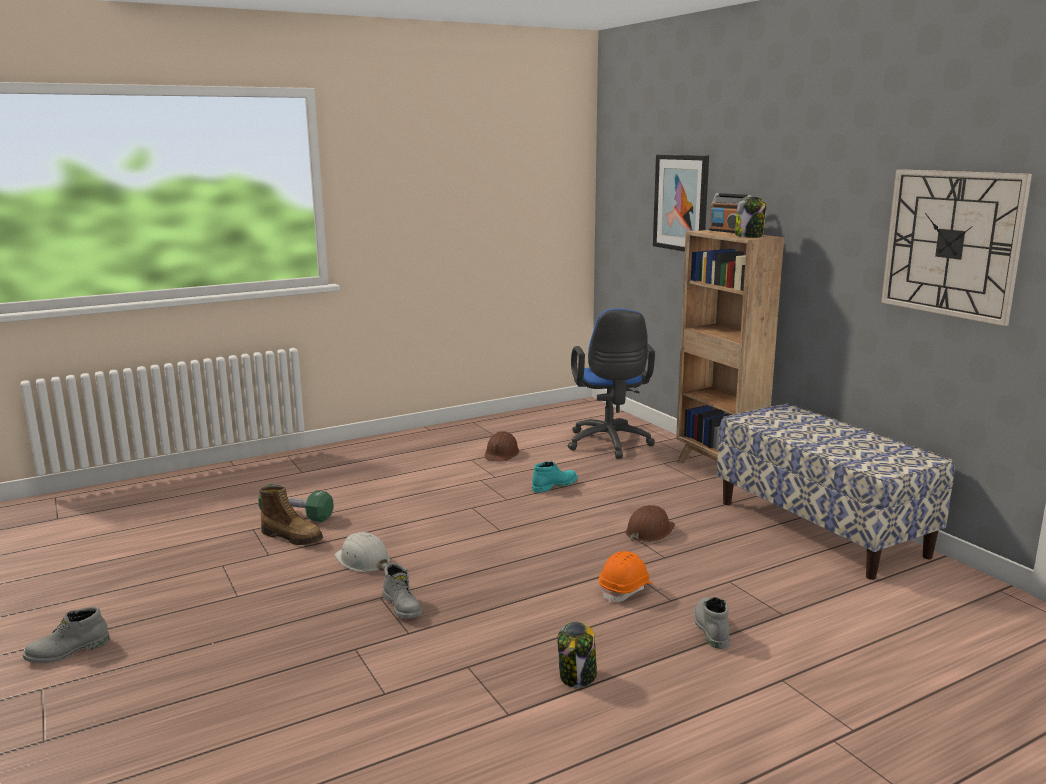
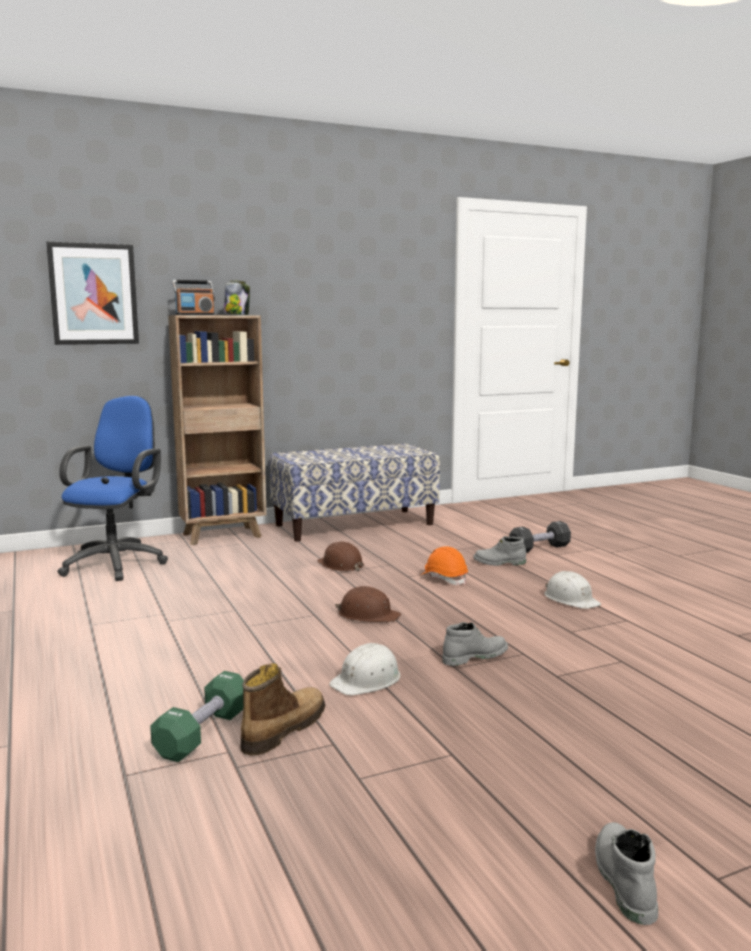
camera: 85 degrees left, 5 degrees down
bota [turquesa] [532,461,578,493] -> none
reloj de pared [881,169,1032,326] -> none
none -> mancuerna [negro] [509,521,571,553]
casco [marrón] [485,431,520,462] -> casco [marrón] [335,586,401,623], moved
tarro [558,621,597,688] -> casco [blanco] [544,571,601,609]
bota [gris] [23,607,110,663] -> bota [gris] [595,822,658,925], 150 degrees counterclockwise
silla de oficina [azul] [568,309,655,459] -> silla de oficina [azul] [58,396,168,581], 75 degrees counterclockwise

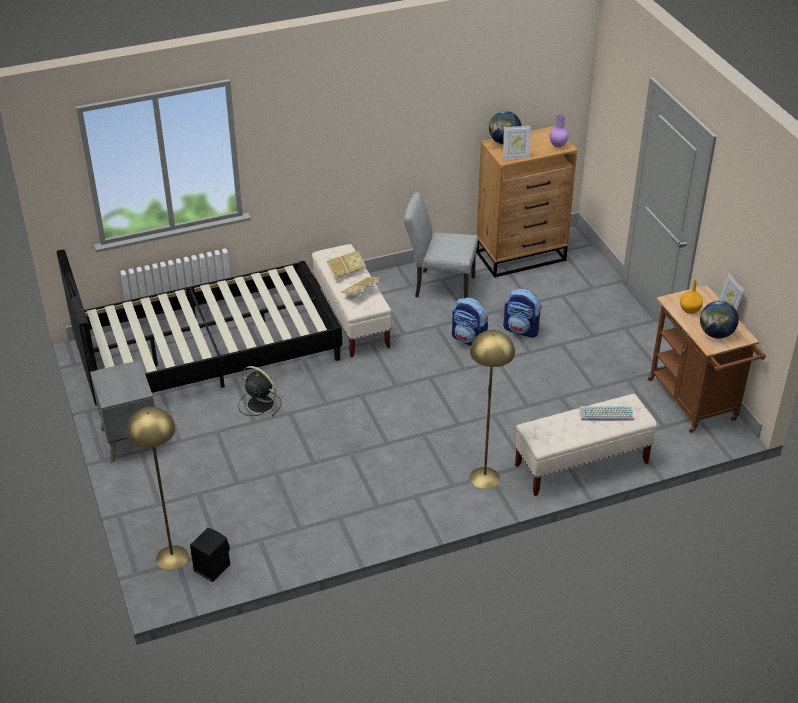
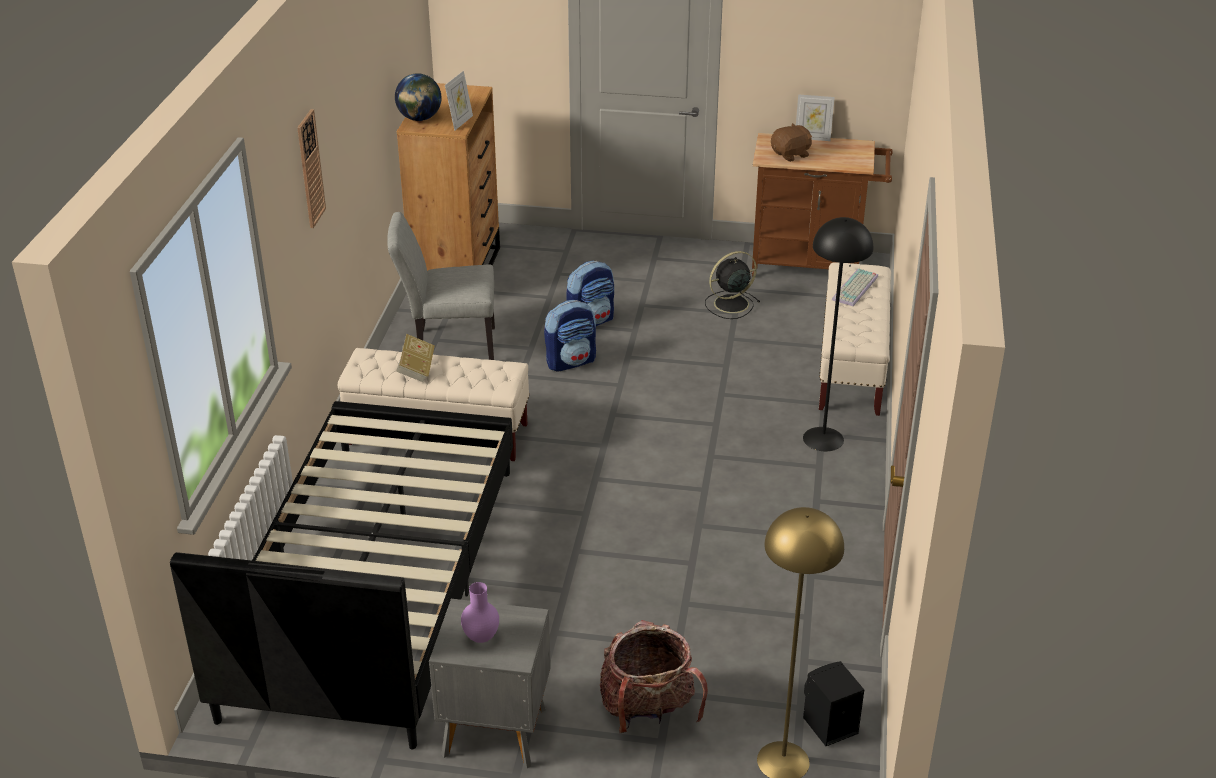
camera: 60 degrees left, 5 degrees down
libro [341,277,380,299] -> none
globo terráqueo [700,301,739,339] -> none
none -> reloj de pared [297,109,326,228]
none -> mochila [600,620,708,733]
ventilador [negro] [238,366,282,417] -> ventilador [negro] [705,251,760,319], moved
florero [morado] [550,115,569,148] -> florero [morado] [461,582,499,643], moved
florero [naranja] [680,280,703,314] -> peluche [marrón] [771,123,812,162]
lámpara de pie [amarillo] [470,330,515,489] -> lámpara de pie [negro] [803,217,873,451]
silla [gris] [404,192,478,298] -> silla [gris] [387,212,495,360], 45 degrees clockwise

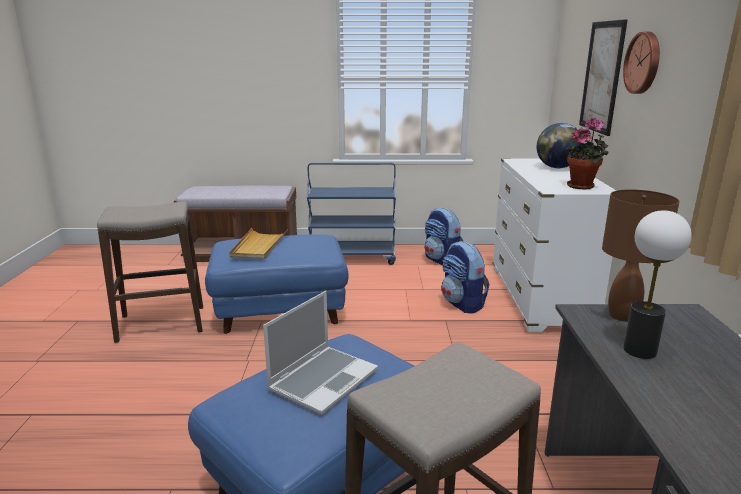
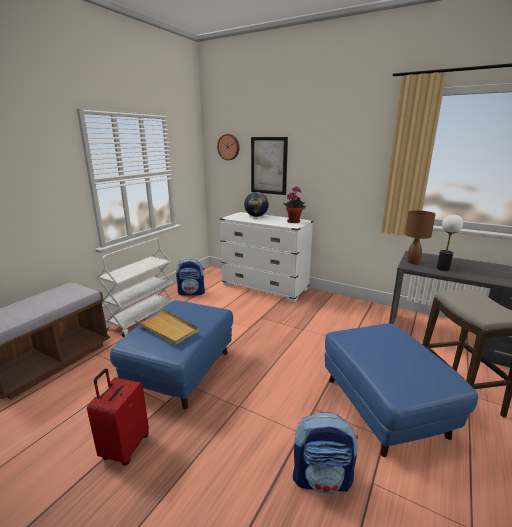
camera: 60 degrees left, 0 degrees up
portátil [263,291,378,415] -> none
mochila [441,241,490,314] -> mochila [293,412,358,494], moved
reloj de pared [623,32,660,94] -> reloj de pared [217,134,240,160], moved
taburete [97,202,203,343] -> maleta [rojo] [87,369,149,465]
carrito [azul] [307,163,396,265] -> carrito [blanco] [97,238,174,337]

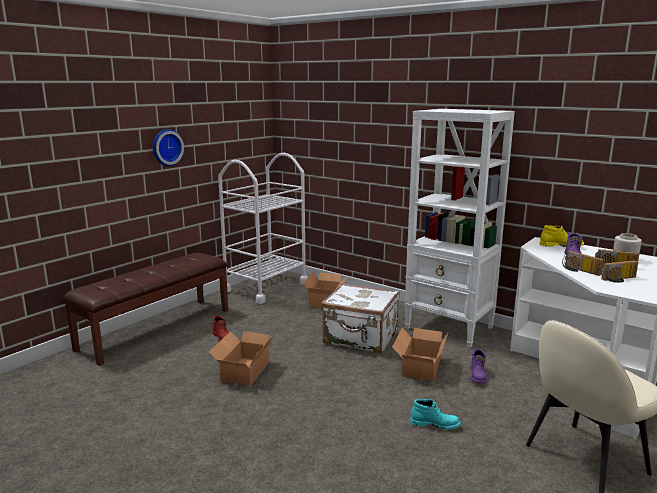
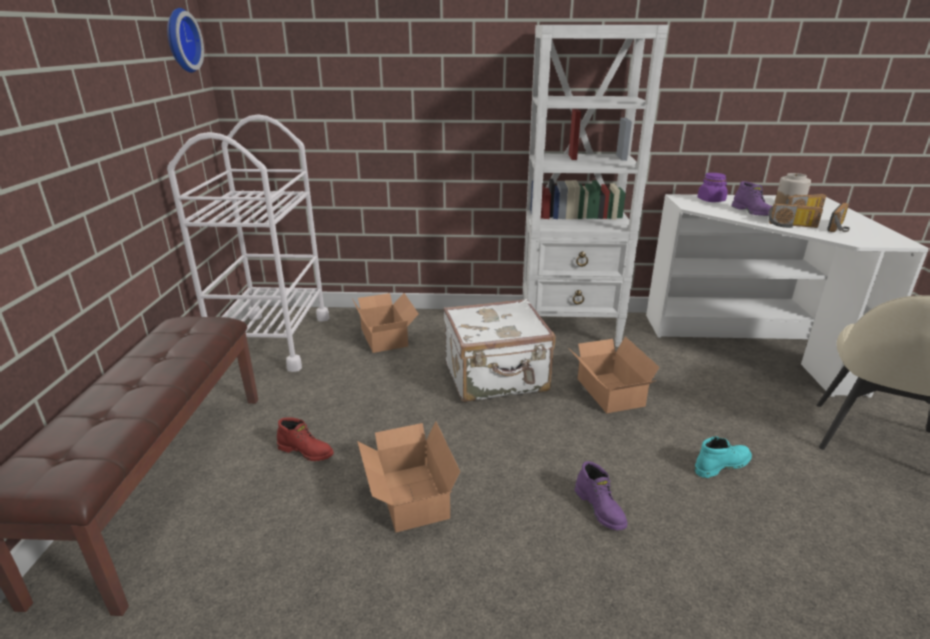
camera: 35 degrees left, 10 degrees up
reloj de pared [153,129,184,166] -> reloj de pared [167,8,204,73], moved
bota [morado] [470,349,487,384] -> bota [morado] [574,461,627,530], moved
bota [amarillo] [540,225,584,247] -> tarro [morado] [697,173,728,202]

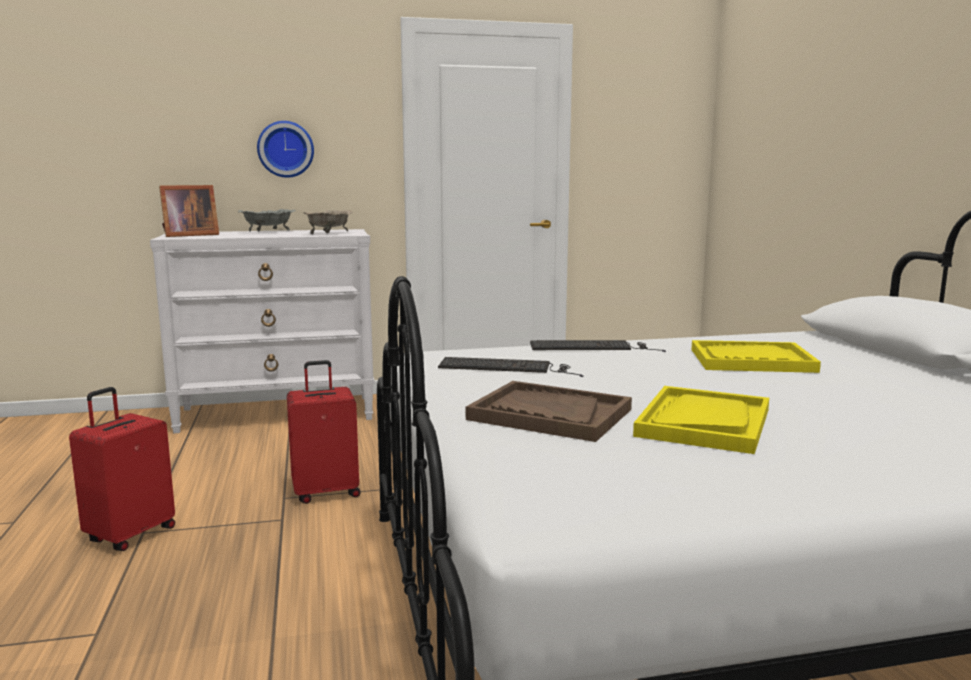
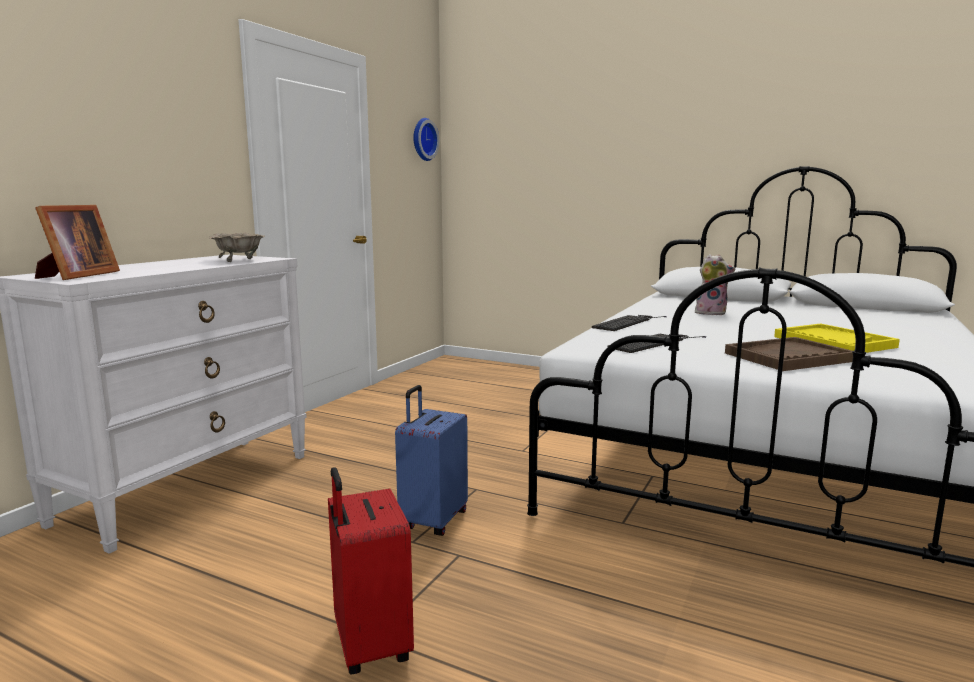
camera: 50 degrees left, 0 degrees up
cuenco [gris] [238,209,295,232] -> none
reloj de pared [257,121,314,178] -> reloj de pared [413,118,439,161], moved
bandeja [amarillo] [691,340,821,373] -> peluche [695,254,735,315]
maleta [rojo] [287,360,361,504] -> maleta [azul] [395,385,468,536]

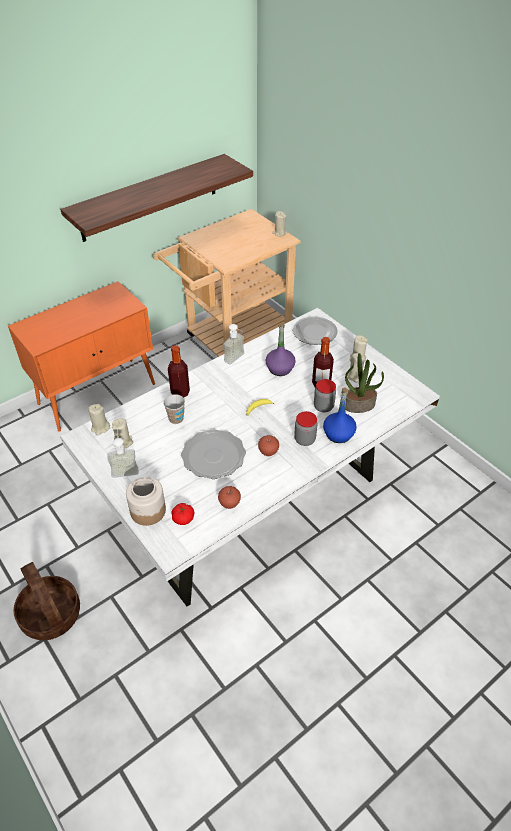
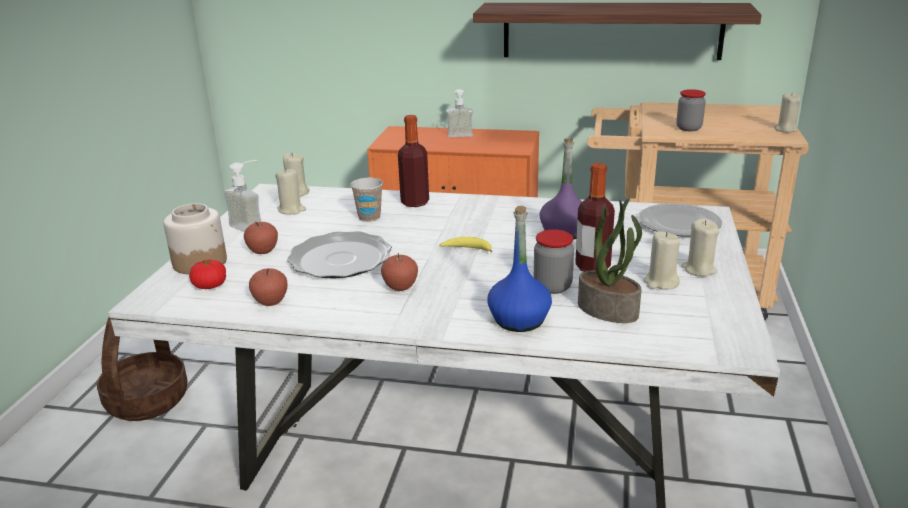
camera: 50 degrees right, 20 degrees down
none -> manzana [244,222,278,254]
dispensador de jabón [223,324,244,365] -> dispensador de jabón [447,89,473,137], moved
tarro [294,411,317,446] -> tarro [676,89,706,131], moved

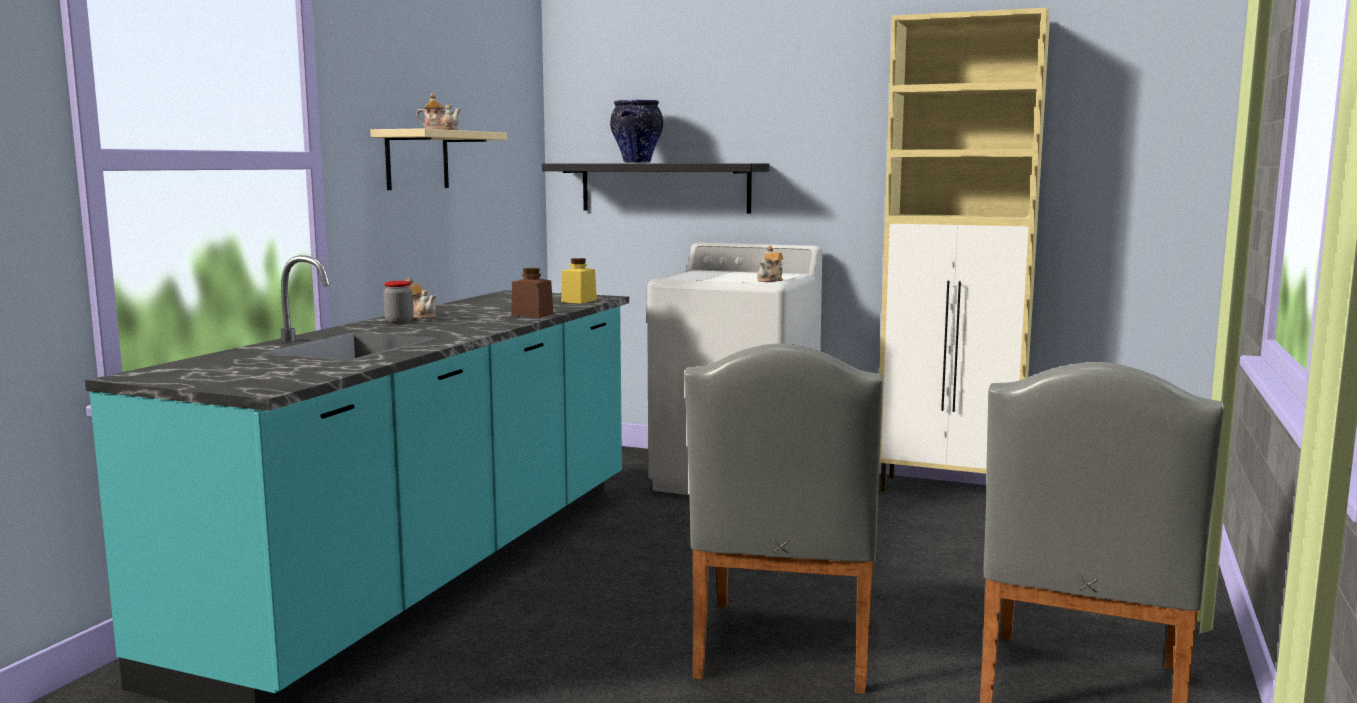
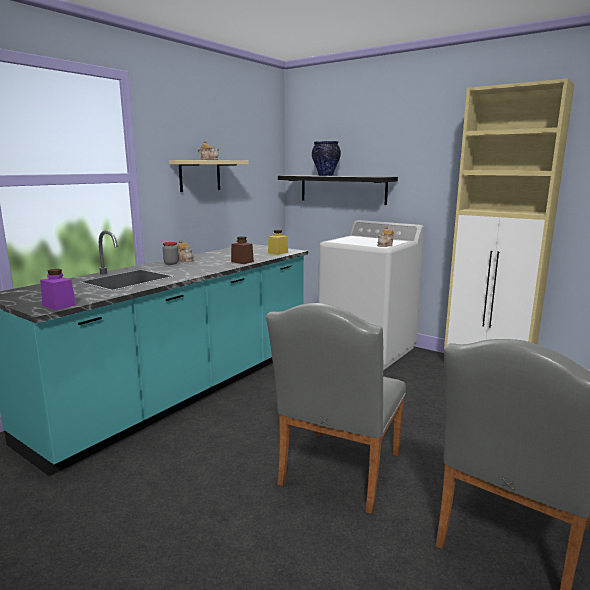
camera: 15 degrees right, 5 degrees up
none -> tarro [morado] [40,269,76,310]

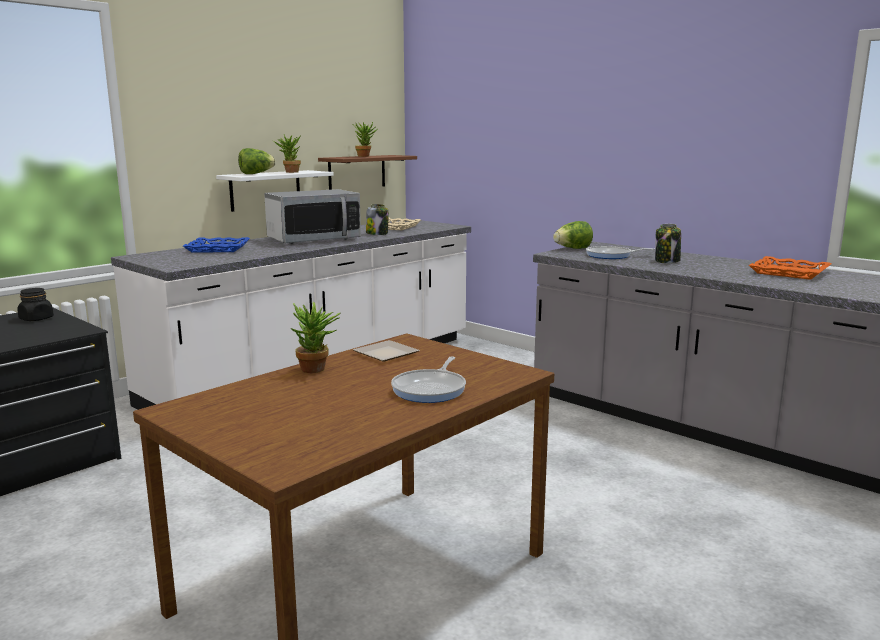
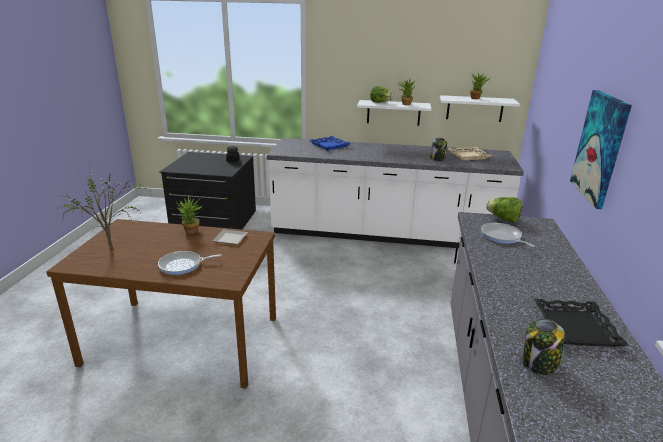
camera: 55 degrees right, 10 degrees up
microondas [264,189,361,244] -> none
none -> planta en maceta [55,165,154,251]
none -> cuadro [570,90,632,209]
tarro [655,224,681,263] -> tarro [523,319,565,375], moved
estante [marrón] [318,155,417,190] -> estante [blanco] [440,95,520,122]
bandeja [naranja] [749,256,831,280] -> bandeja [negro] [534,299,629,347]

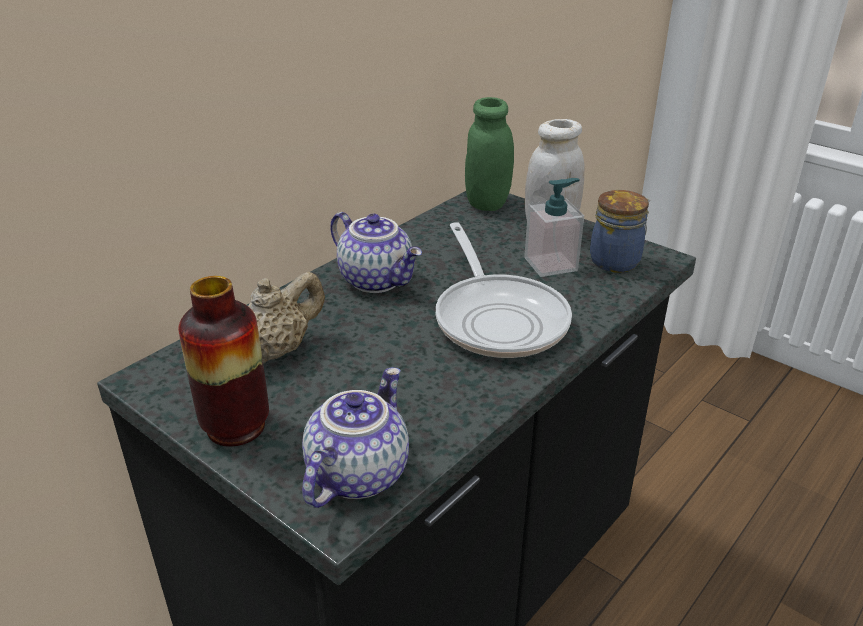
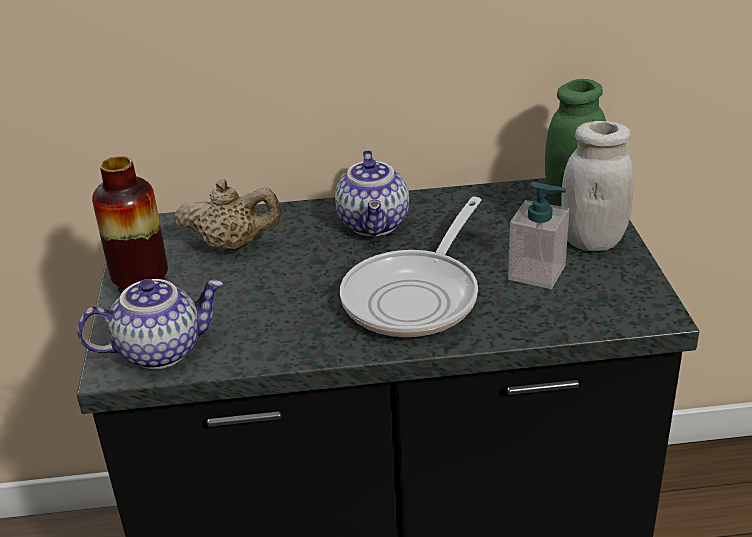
camera: 45 degrees right, 0 degrees up
tarro [590,190,650,272] -> none

